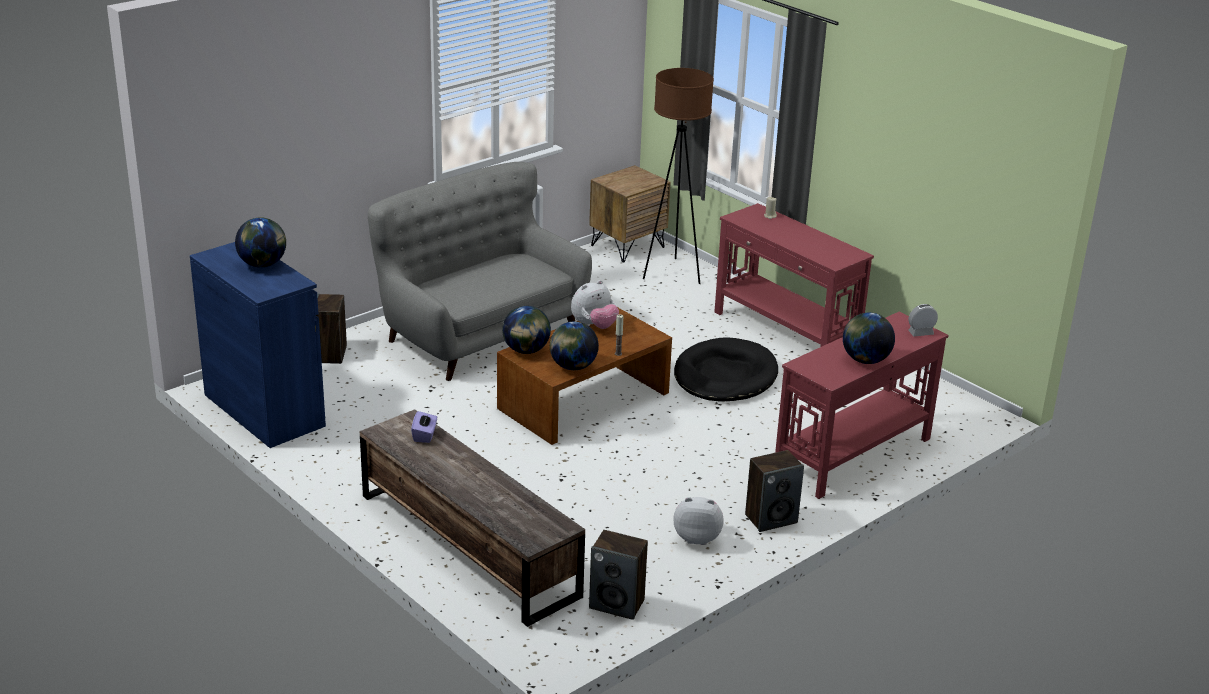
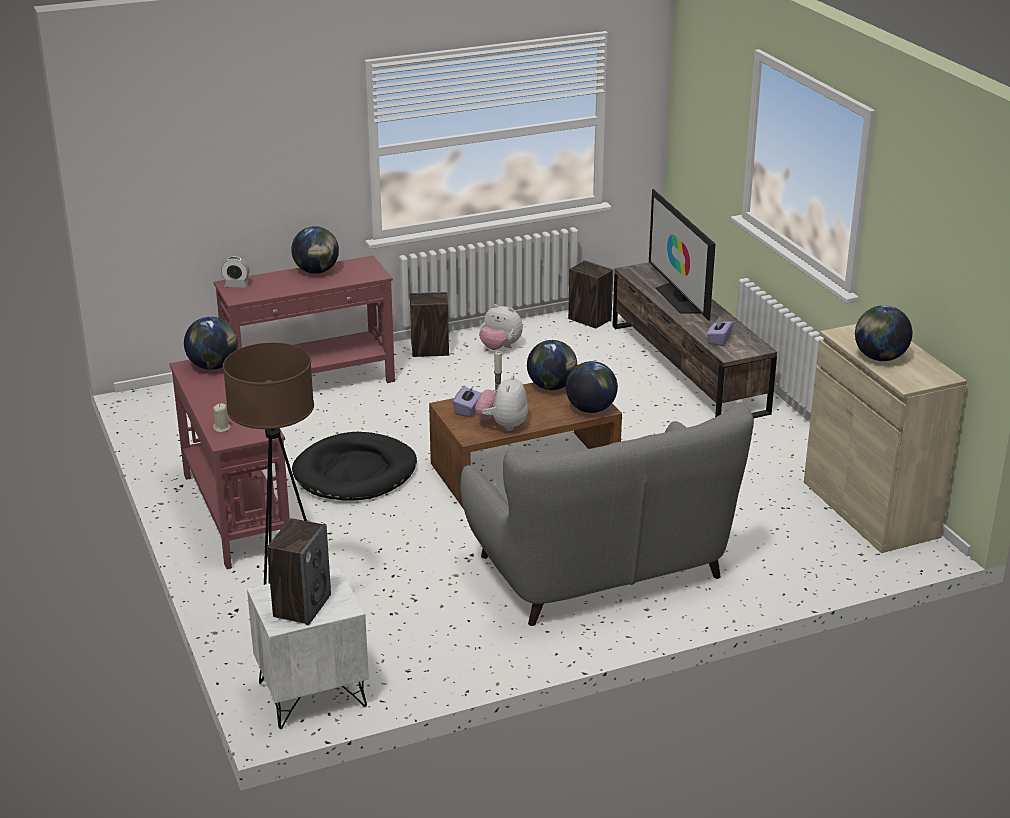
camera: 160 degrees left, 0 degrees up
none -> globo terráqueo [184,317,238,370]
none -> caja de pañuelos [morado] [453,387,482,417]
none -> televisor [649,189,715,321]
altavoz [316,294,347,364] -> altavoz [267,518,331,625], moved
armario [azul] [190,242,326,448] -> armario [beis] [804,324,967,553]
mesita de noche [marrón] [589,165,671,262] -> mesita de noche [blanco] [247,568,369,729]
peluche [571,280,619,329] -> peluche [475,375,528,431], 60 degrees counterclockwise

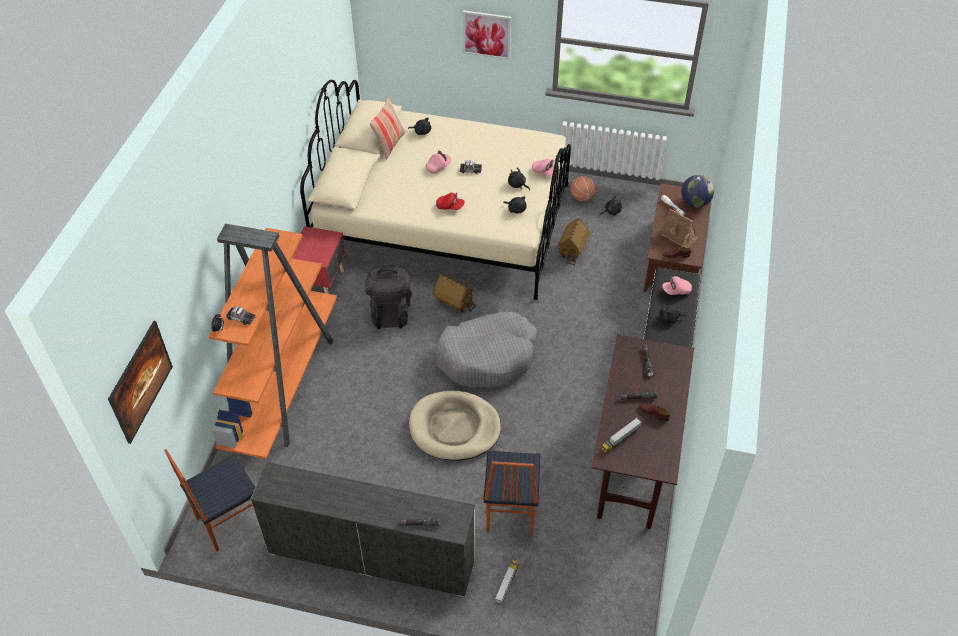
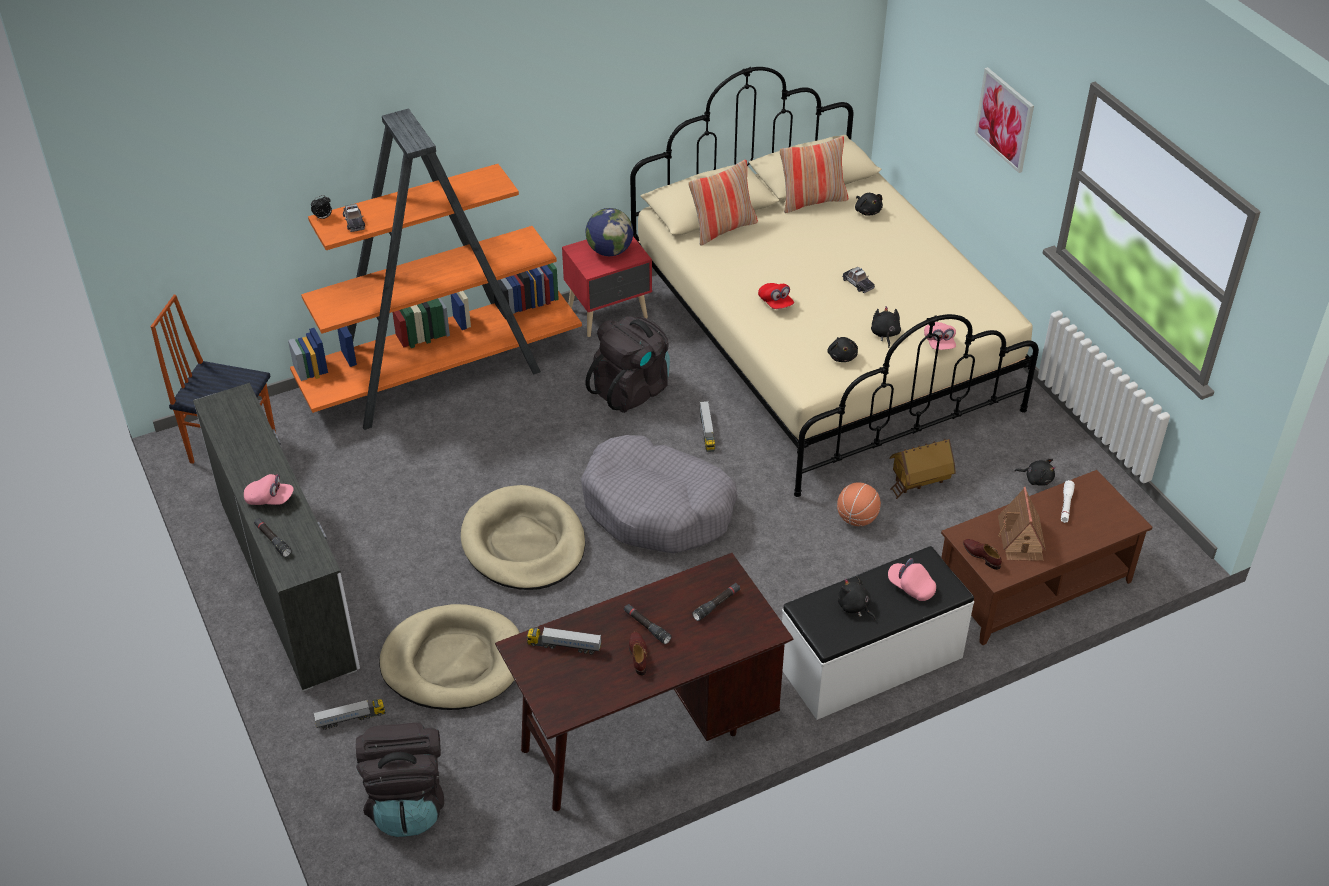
camera: 50 degrees right, 5 degrees down
cuadro [108,321,173,444] -> none
none -> mochila [negro] [356,723,444,837]
none -> cojín [689,160,758,246]
gorra [rosa] [426,151,451,174] -> gorra [rosa] [244,474,294,505], moved
balón de baloncesto [571,176,595,201] -> balón de baloncesto [837,482,881,526], moved
globo terráqueo [681,175,714,208] -> globo terráqueo [586,208,633,256], moved
casita [433,274,476,313] -> camión de juguete [700,401,715,452]
silla [483,450,540,536] -> cama para perro [beis] [379,604,520,710]

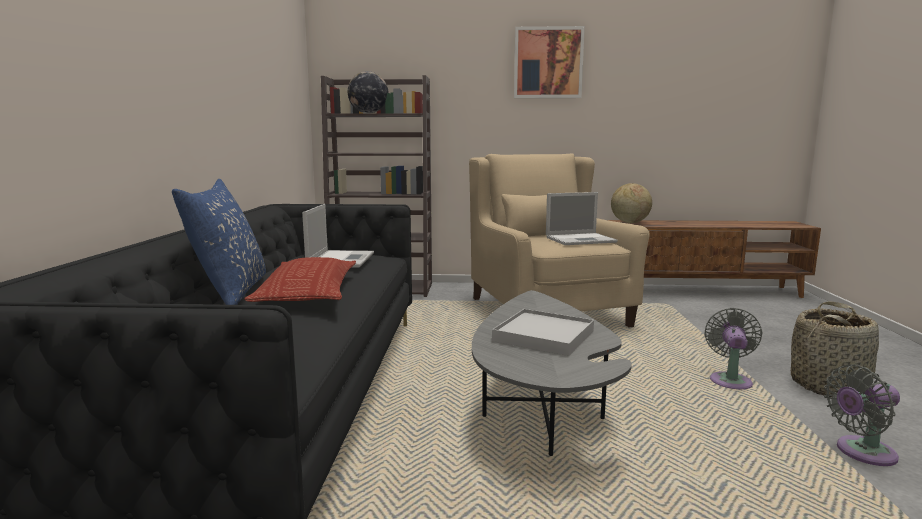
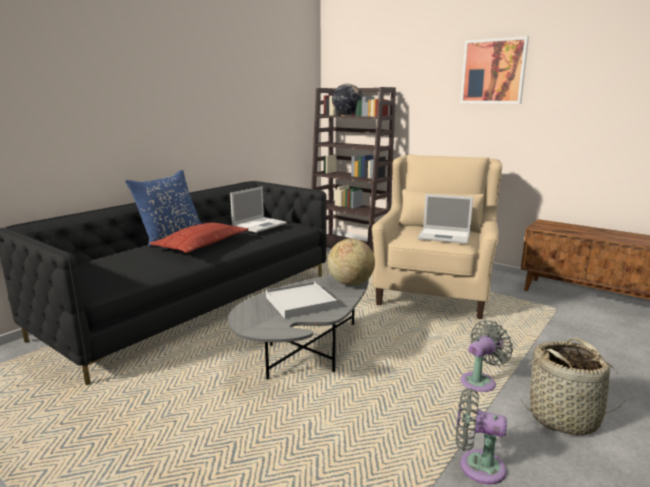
camera: 35 degrees right, 5 degrees up
globo terráqueo [611,183,652,223] -> globo terráqueo [328,238,375,286], moved

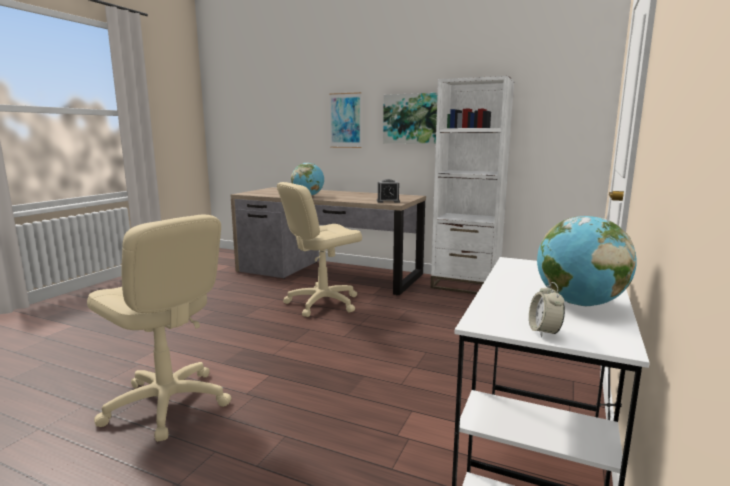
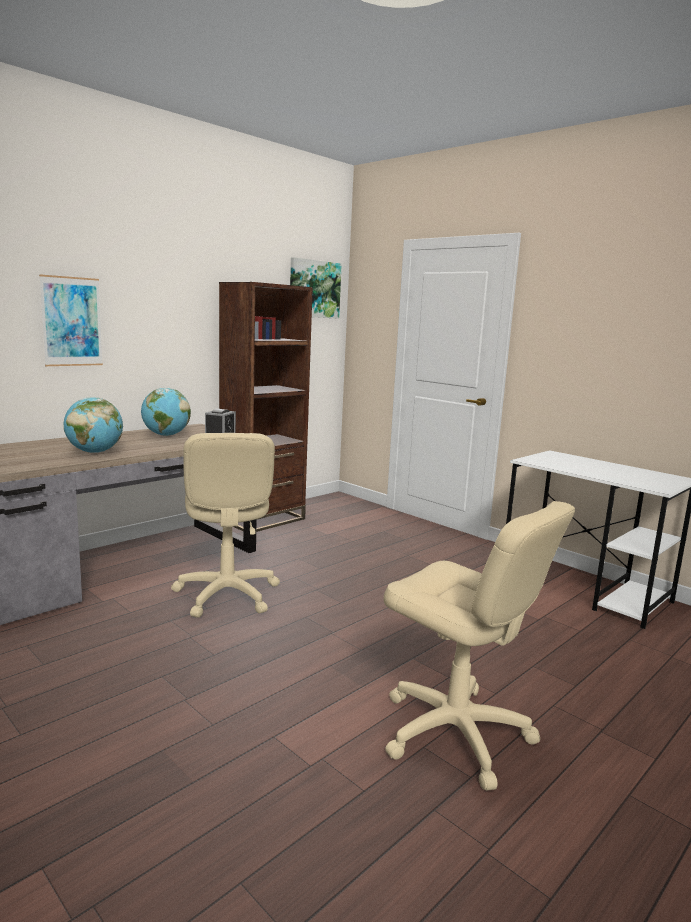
camera: 70 degrees left, 0 degrees up
despertador [529,282,565,337] -> none
cuadro [383,93,437,144] -> cuadro [290,257,342,319], moved
globo terráqueo [537,216,637,306] -> globo terráqueo [141,388,191,436], moved
estantería [blanco] [430,76,514,294] -> estantería [marrón] [219,282,313,532]
silla de oficina [beis] [87,215,231,442] -> silla de oficina [beis] [384,501,575,791], 75 degrees clockwise

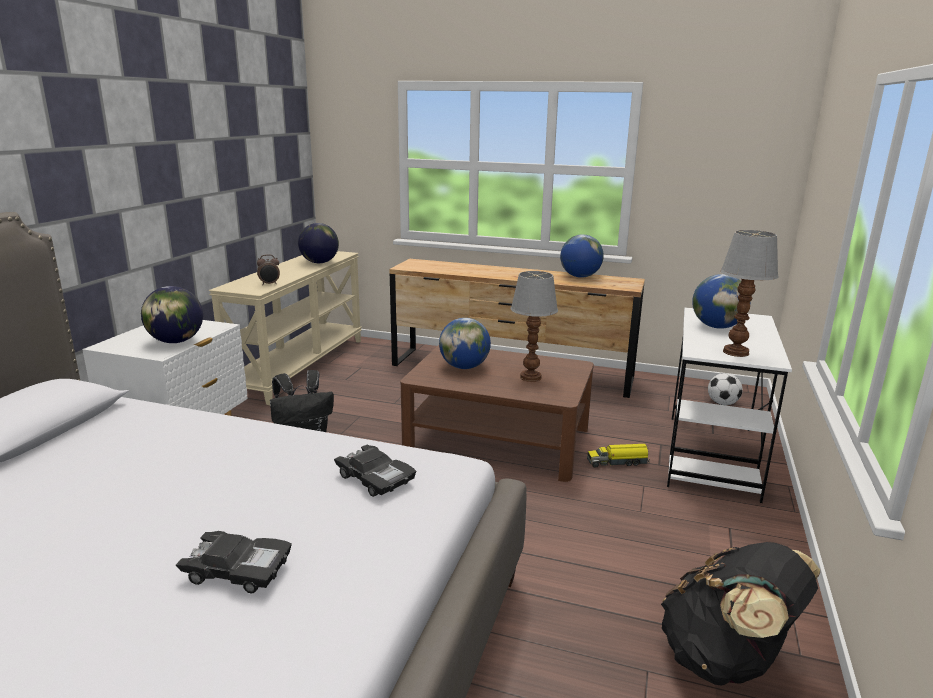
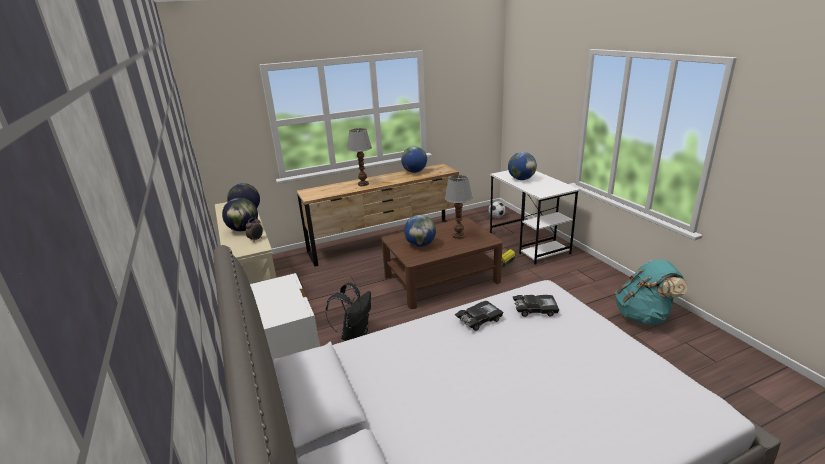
camera: 40 degrees left, 5 degrees up
globo terráqueo [141,286,203,343] -> globo terráqueo [222,198,258,231], moved
coche de juguete [negro] [176,531,292,593] -> coche de juguete [negro] [455,301,503,331], moved
lámpara de mesa [720,230,779,357] -> lámpara de mesa [347,128,372,186], moved
mochila [negro] [661,542,820,686] -> mochila [turquesa] [615,259,688,325]

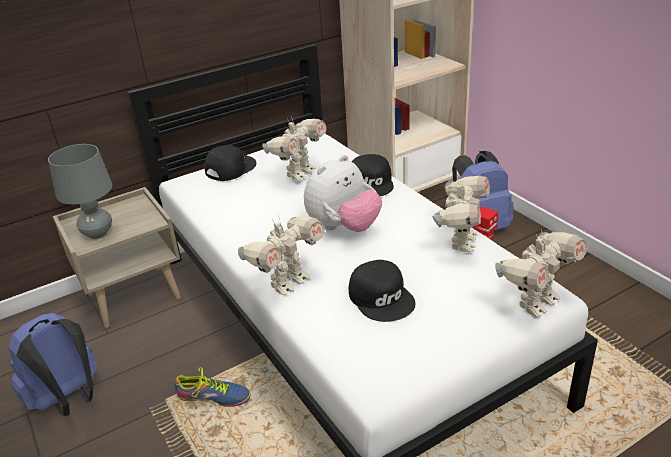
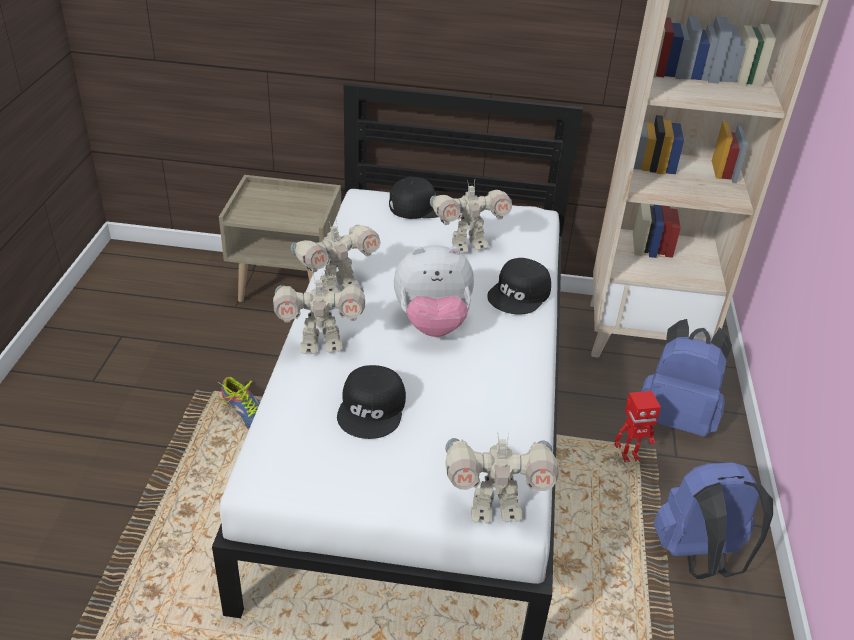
camera: 35 degrees right, 5 degrees up
lámpara de mesa [gris] [48,144,112,239] -> none
mochila [azul] [8,313,98,416] -> mochila [azul] [653,462,773,579], moved
robot de juguete [432,176,490,252] -> robot de juguete [291,219,381,294], moved

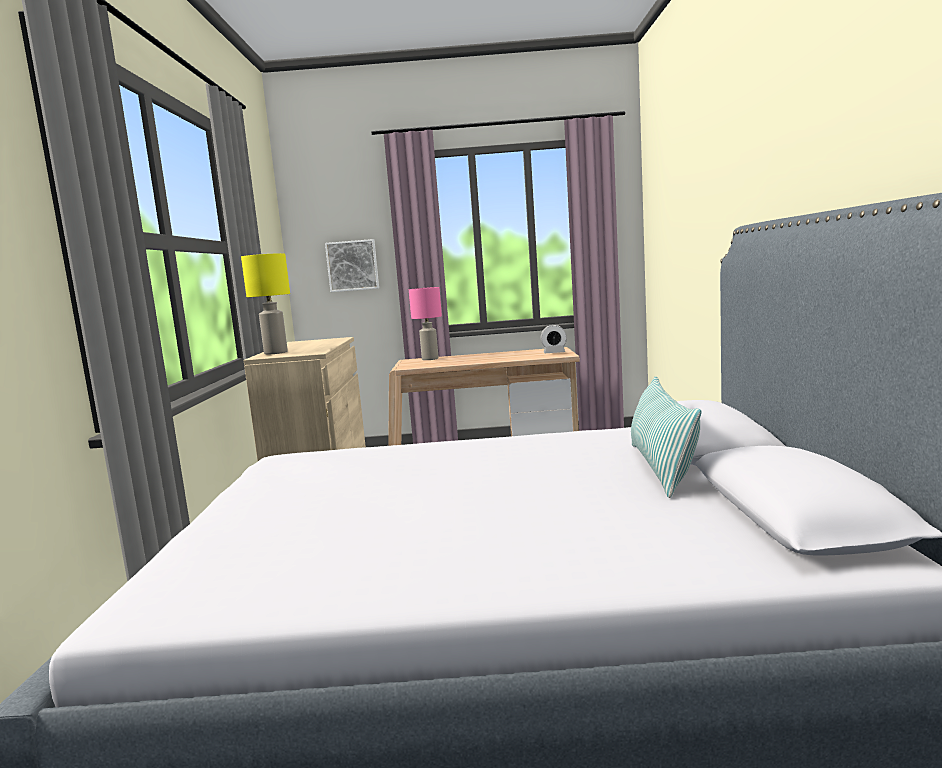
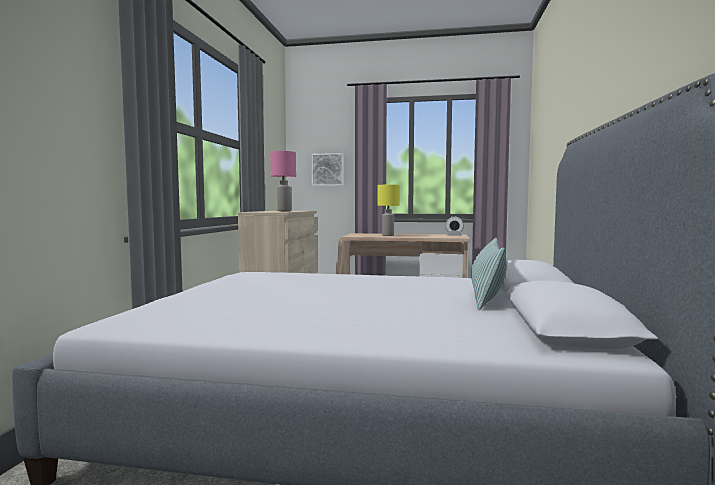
camera: 10 degrees right, 5 degrees down
lámpara de mesa [amarillo] [241,253,290,354] -> lámpara de mesa [amarillo] [377,185,399,236], moved
lámpara de mesa [rosa] [409,287,442,360] -> lámpara de mesa [rosa] [270,151,296,211], moved

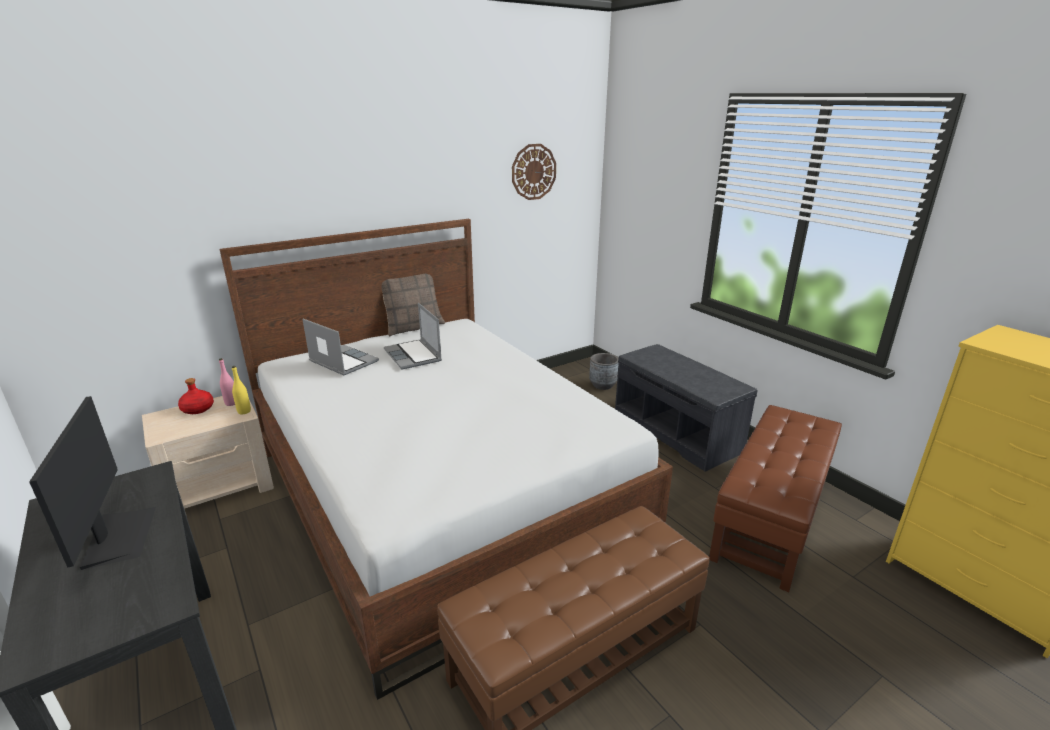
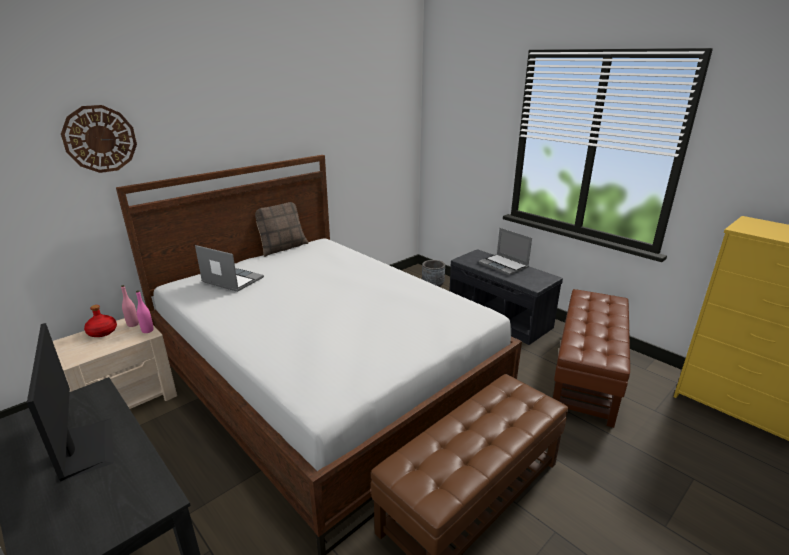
camera: 10 degrees left, 0 degrees up
portátil [384,303,442,370] -> portátil [479,228,532,275], moved
reloj de pared [512,144,556,200] -> reloj de pared [61,105,137,173], moved
botella [amarillo] [232,366,251,414] -> botella [rosa] [136,290,154,333]

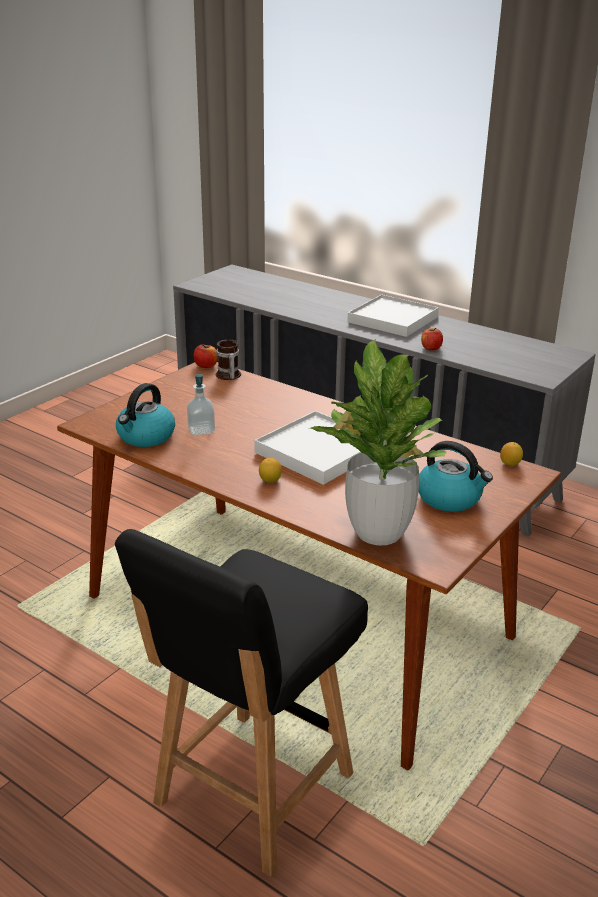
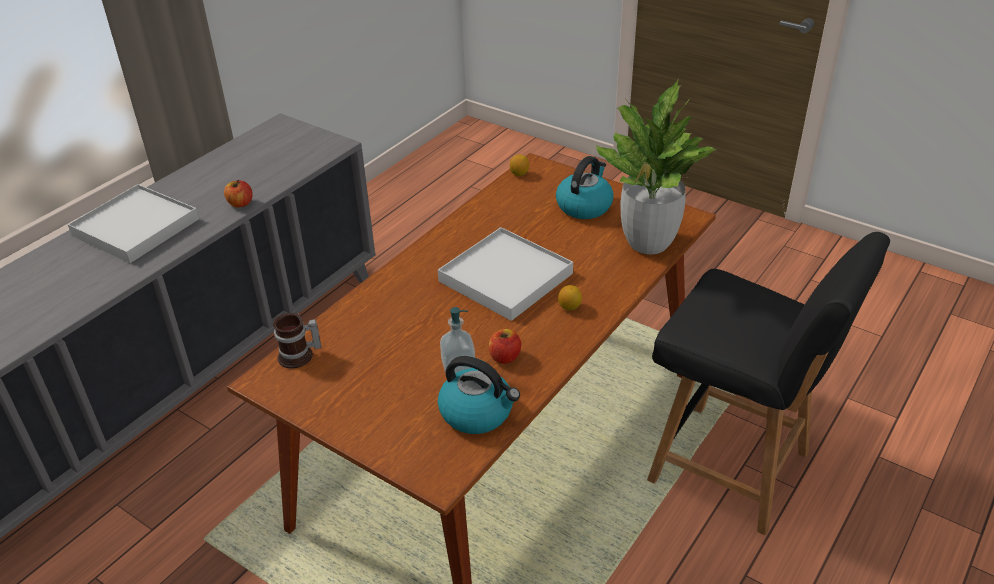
camera: 90 degrees left, 10 degrees up
manzana [194,344,218,368] -> manzana [489,329,521,364], moved

